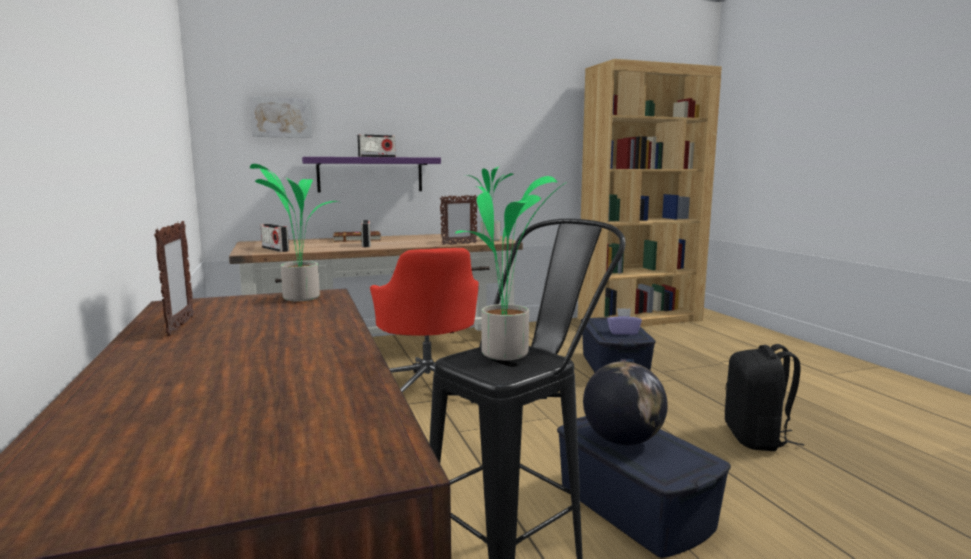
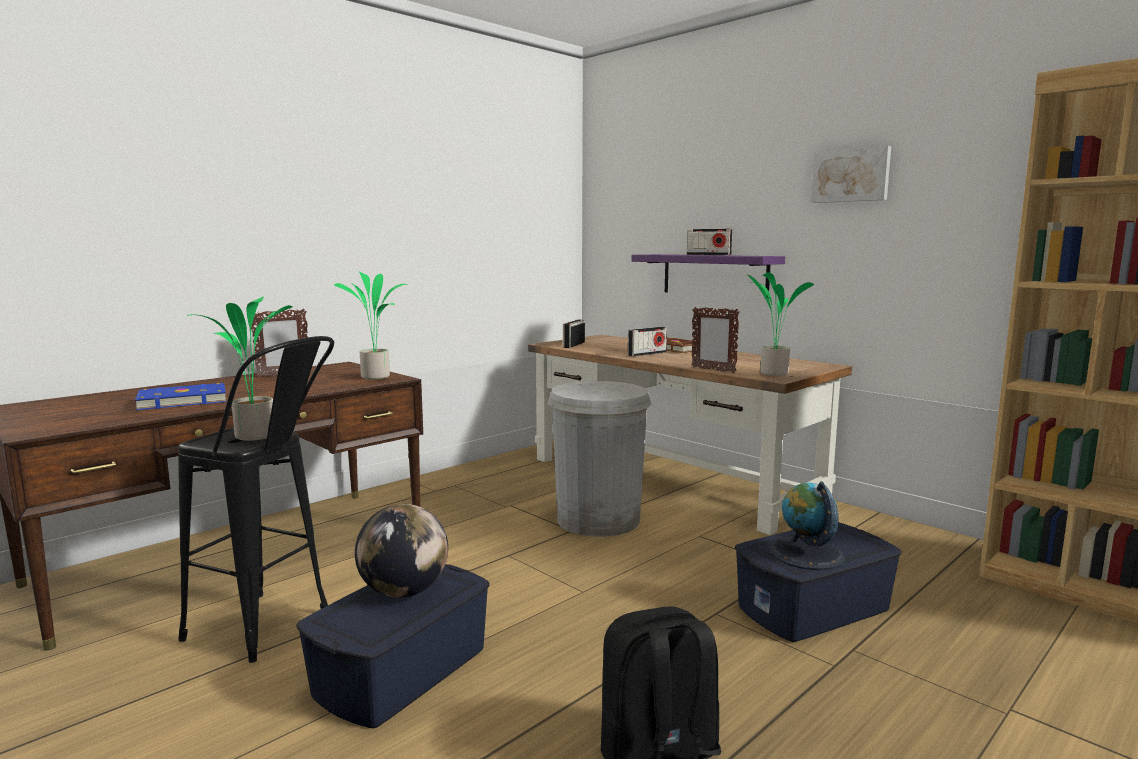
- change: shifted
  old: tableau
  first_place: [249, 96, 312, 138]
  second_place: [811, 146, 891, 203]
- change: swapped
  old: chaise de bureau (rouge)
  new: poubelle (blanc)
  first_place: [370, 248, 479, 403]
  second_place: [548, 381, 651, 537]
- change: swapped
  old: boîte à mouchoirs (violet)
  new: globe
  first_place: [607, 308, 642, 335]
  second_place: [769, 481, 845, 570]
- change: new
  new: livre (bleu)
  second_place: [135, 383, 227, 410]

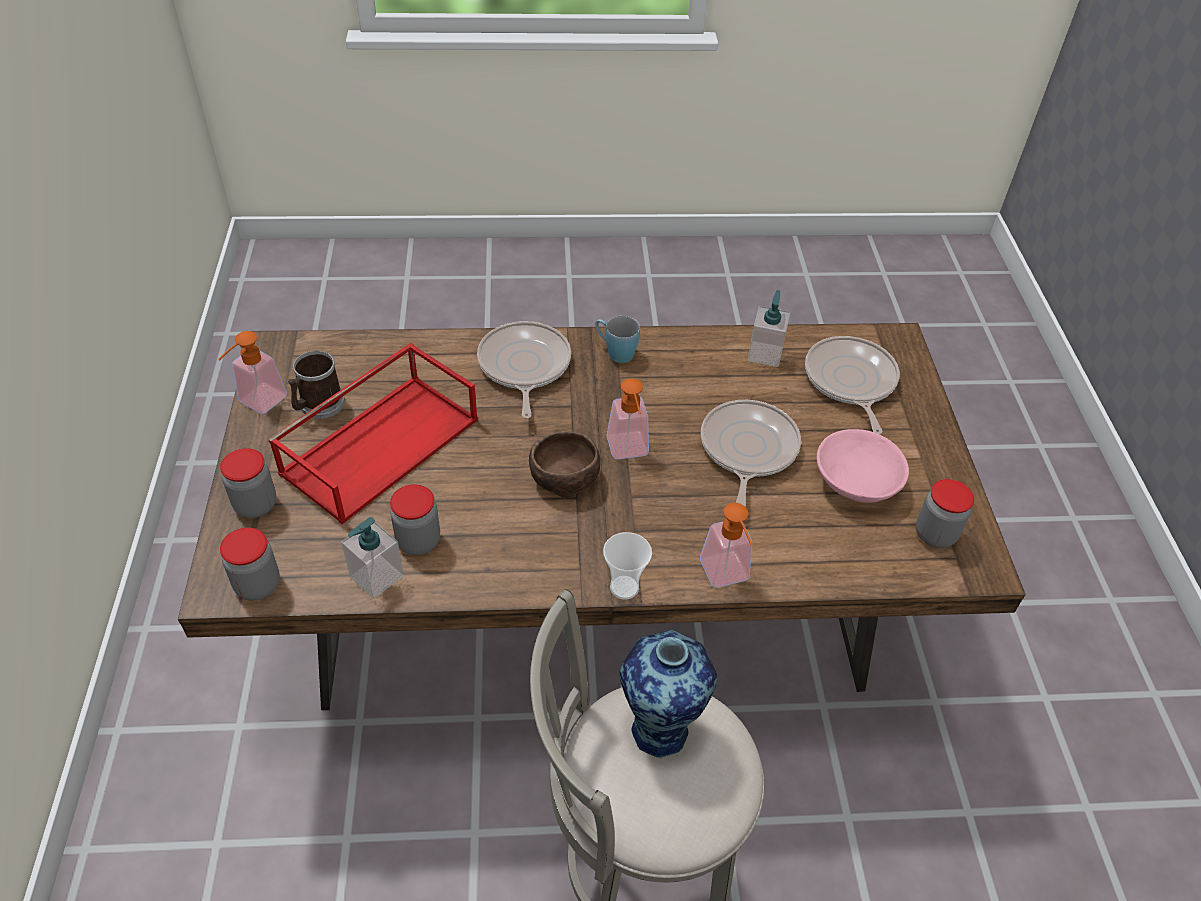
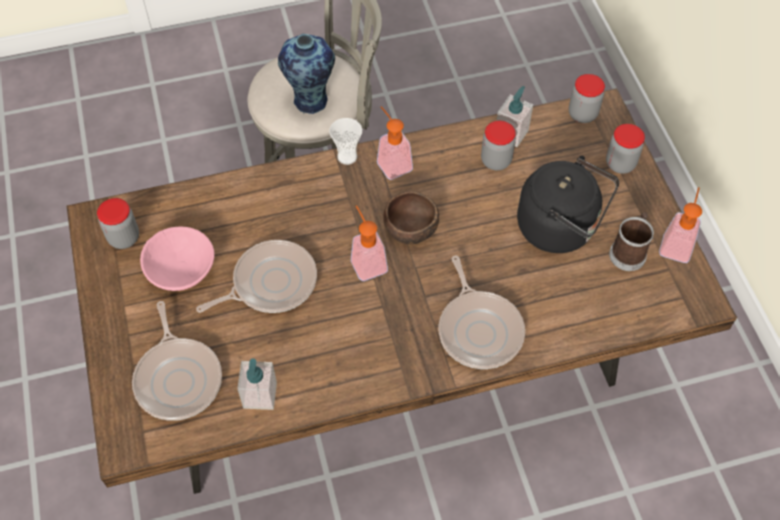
- change: gone
  old: mug (bleu)
  first_place: [595, 316, 640, 363]
- change: swapped
  old: plateau (rouge)
  new: bouilloire (noir)
  first_place: [268, 343, 478, 524]
  second_place: [517, 156, 619, 253]
- change: rotated
  old: poêle
  first_place: [701, 400, 801, 506]
  second_place: [196, 240, 317, 313]
  degrees: -120
- change: shifted
  old: distributeur de savon
  first_place: [700, 503, 753, 588]
  second_place: [377, 106, 413, 180]

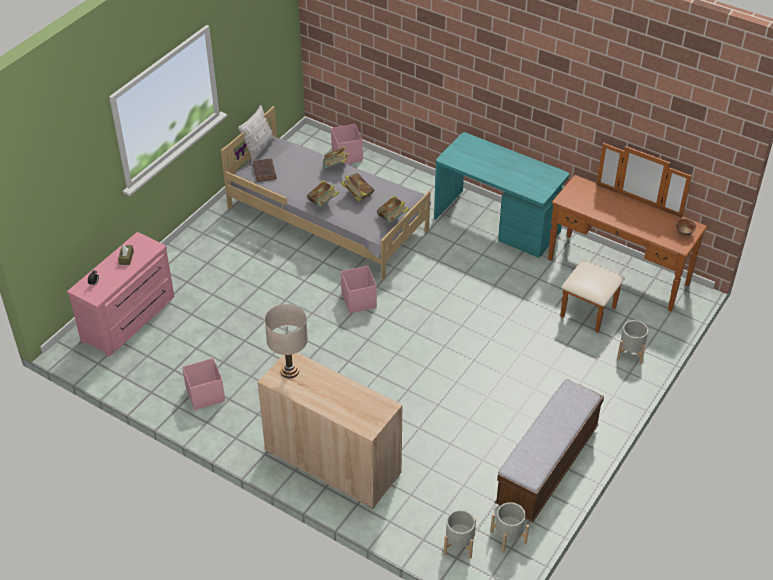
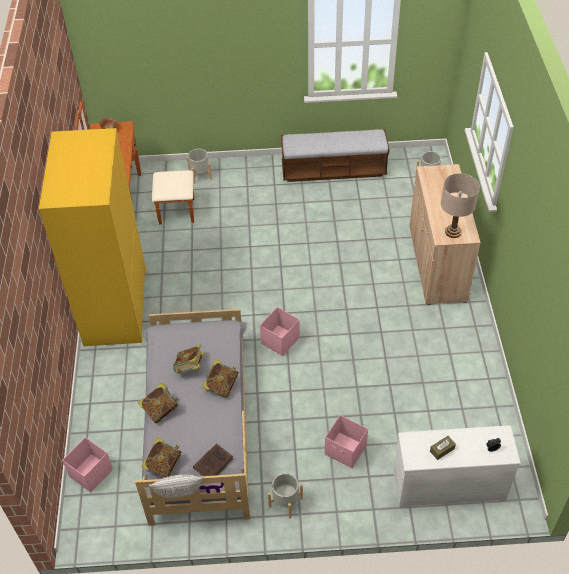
- change: swapped
  old: bureau (turquoise)
  new: armoire (jaune)
  first_place: [434, 132, 569, 258]
  second_place: [39, 128, 146, 346]
- change: shifted
  old: livre
  first_place: [377, 195, 409, 223]
  second_place: [141, 437, 182, 478]
- change: repainted
  old: commode (rose)
  new: commode (blanc)
  first_place: [67, 232, 175, 357]
  second_place: [393, 426, 521, 508]
- change: shifted
  old: boîte de rangement (rose)
  first_place: [182, 358, 225, 410]
  second_place: [325, 415, 368, 468]
- change: shifted
  old: cache-pot (gris)
  first_place: [490, 502, 529, 553]
  second_place: [268, 473, 303, 518]

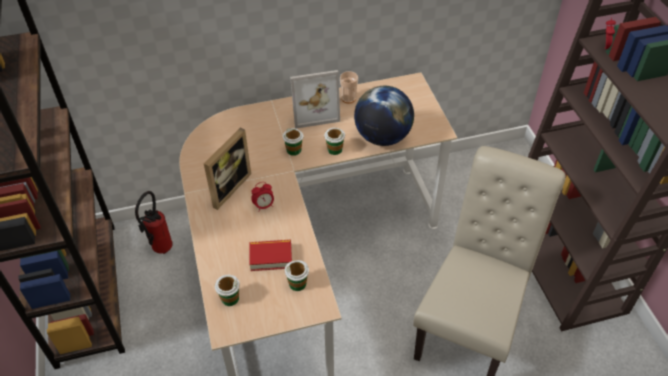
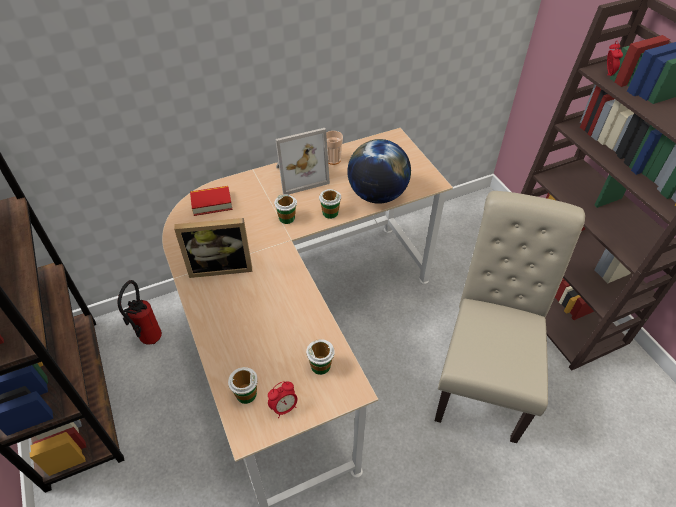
- change: rotated
  old: cadre photo
  first_place: [204, 128, 251, 210]
  second_place: [174, 218, 252, 278]
  degrees: 60
- change: shifted
  old: réveil
  first_place: [251, 182, 274, 212]
  second_place: [268, 381, 298, 418]
- change: shifted
  old: livre
  first_place: [249, 240, 292, 271]
  second_place: [190, 186, 232, 216]

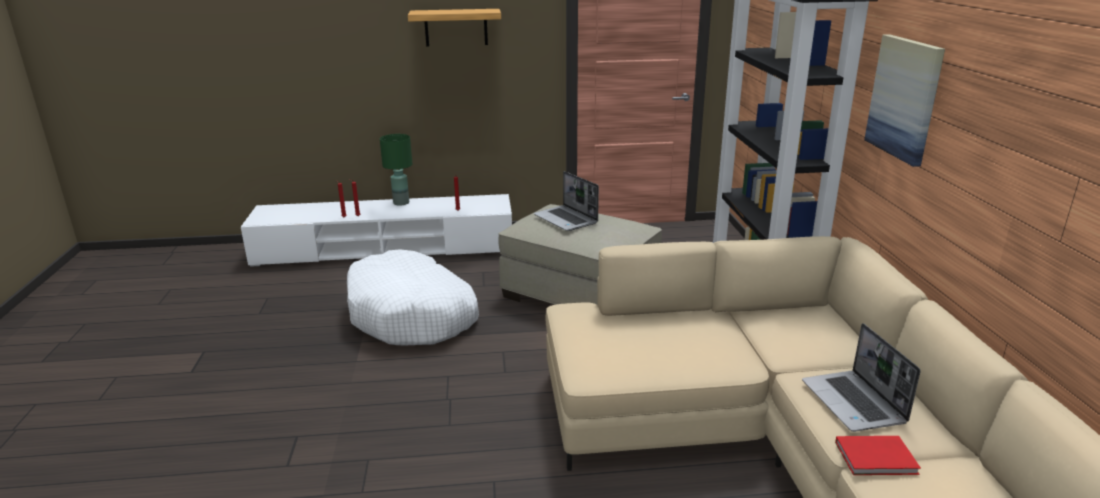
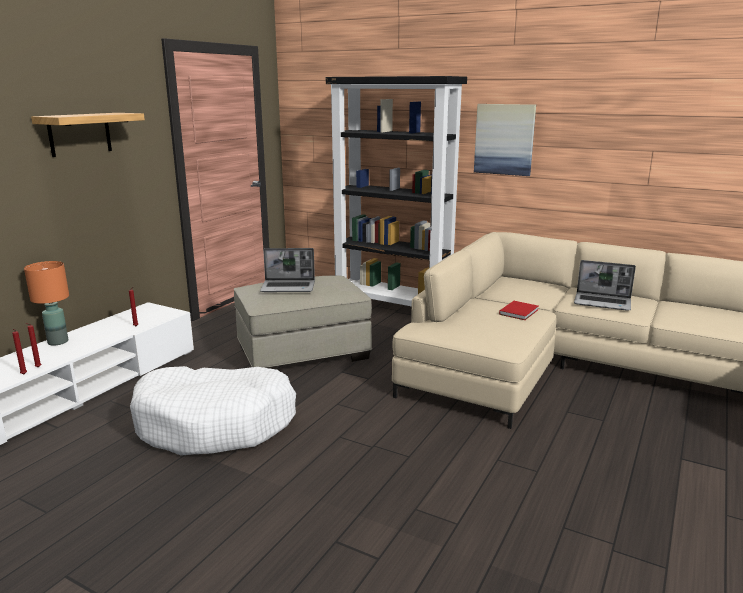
- change: repainted
  old: lampe de table (vert)
  new: lampe de table (orange)
  first_place: [380, 134, 412, 206]
  second_place: [24, 261, 69, 345]
- change: shifted
  old: livre (rouge)
  first_place: [835, 436, 921, 475]
  second_place: [499, 301, 538, 320]

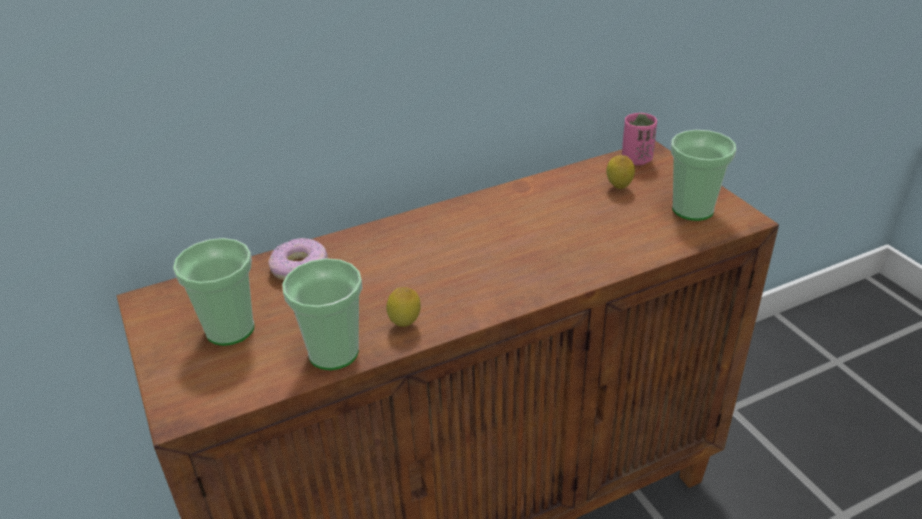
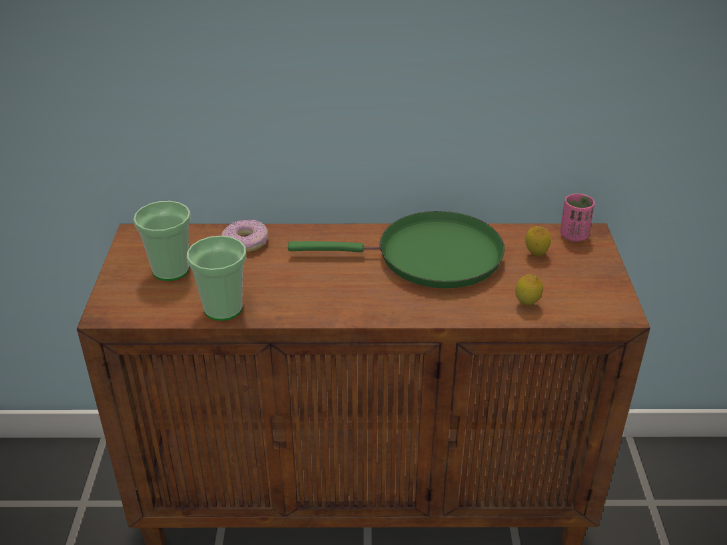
- change: gone
  old: tasse
  first_place: [671, 130, 736, 221]
- change: shifted
  old: citron
  first_place: [386, 287, 421, 327]
  second_place: [515, 274, 543, 305]
- change: new
  new: poêle (vert)
  second_place: [288, 211, 505, 288]

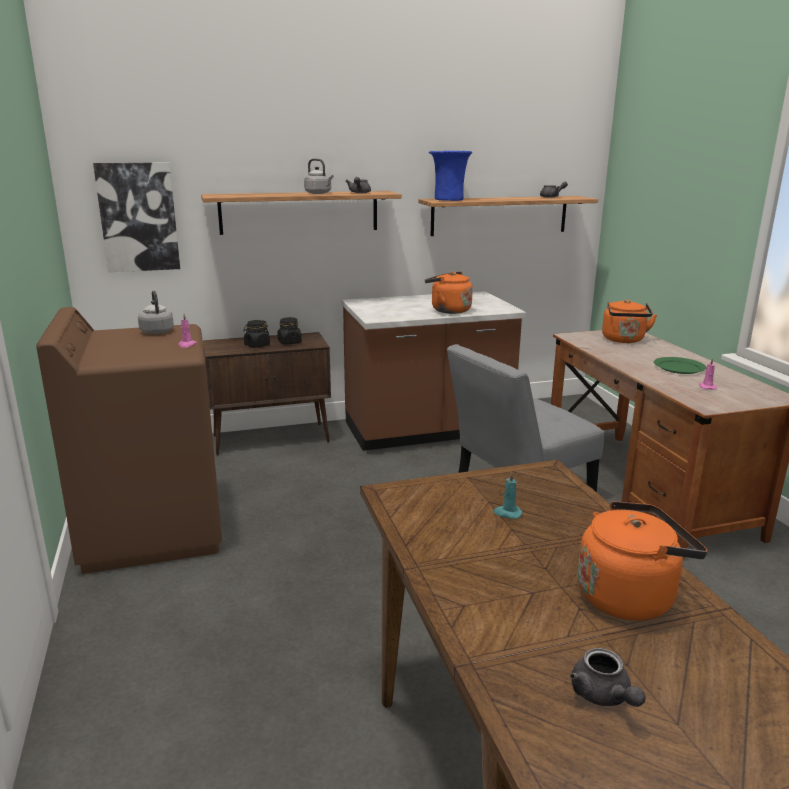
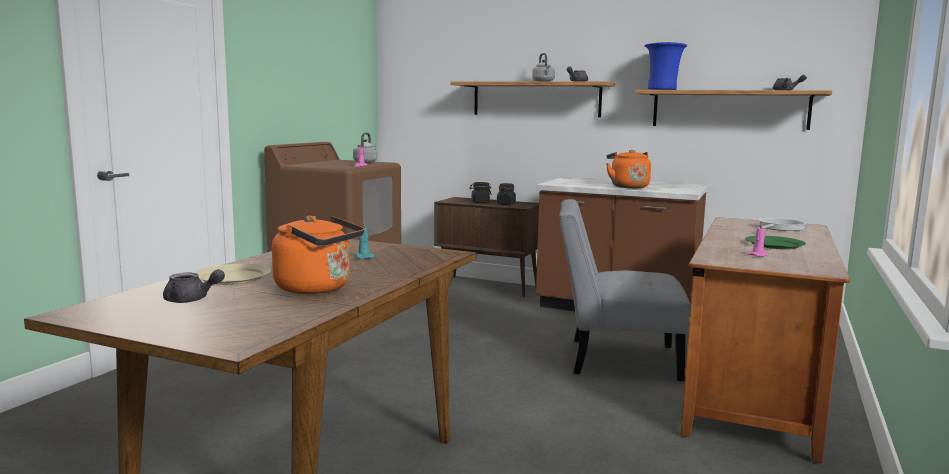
- change: gone
  old: tableau
  first_place: [93, 162, 180, 272]
- change: swapped
  old: bouilloire (orange)
  new: poêle
  first_place: [602, 299, 657, 343]
  second_place: [758, 218, 806, 231]
- change: rotated
  old: théière (gris)
  first_place: [570, 648, 645, 707]
  second_place: [163, 269, 225, 303]
  degrees: -105
- change: new
  new: assiette (beige)
  second_place: [194, 264, 271, 285]

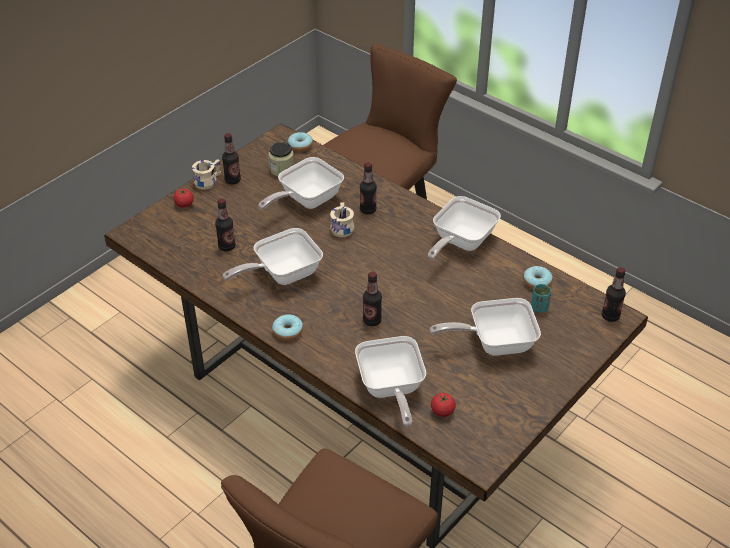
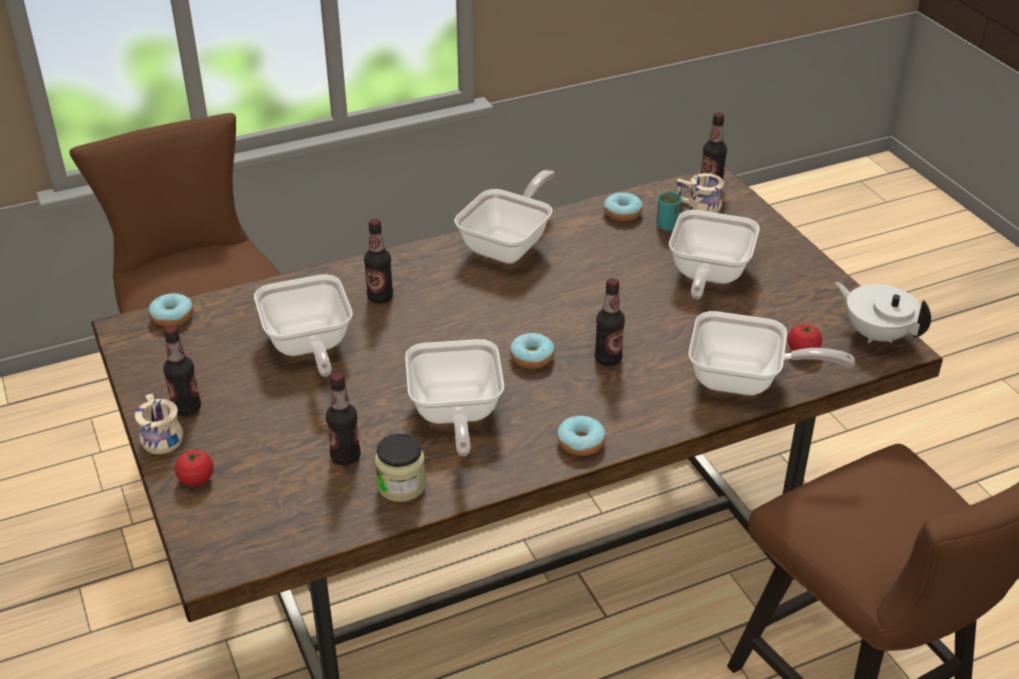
- change: shifted
  old: bocal
  first_place: [268, 142, 294, 176]
  second_place: [375, 434, 426, 502]
- change: rotated
  old: poêle
  first_place: [428, 196, 501, 259]
  second_place: [454, 170, 554, 263]
  degrees: -120
- change: shifted
  old: mug (beige)
  first_place: [330, 203, 354, 237]
  second_place: [676, 173, 724, 213]
- change: new
  new: théière (blanc)
  second_place: [835, 282, 931, 343]
- change: new
  new: beignet
  second_place: [510, 333, 555, 369]

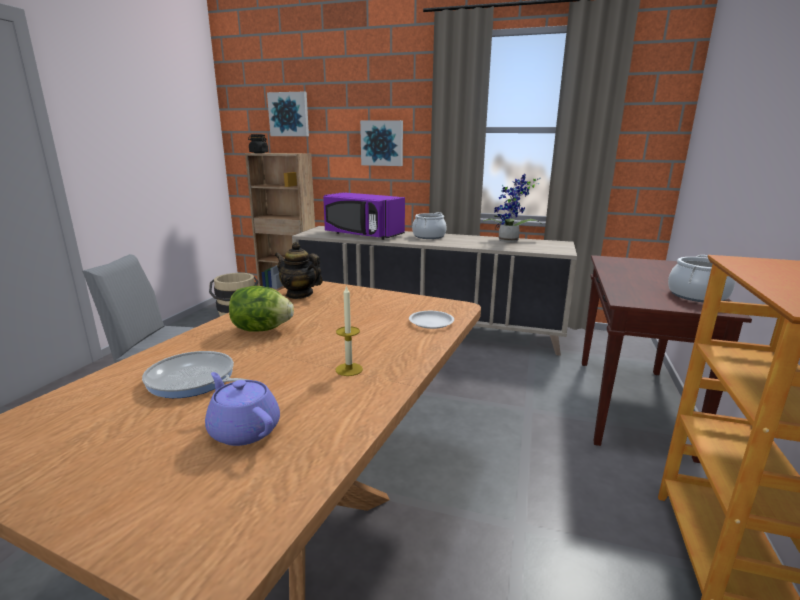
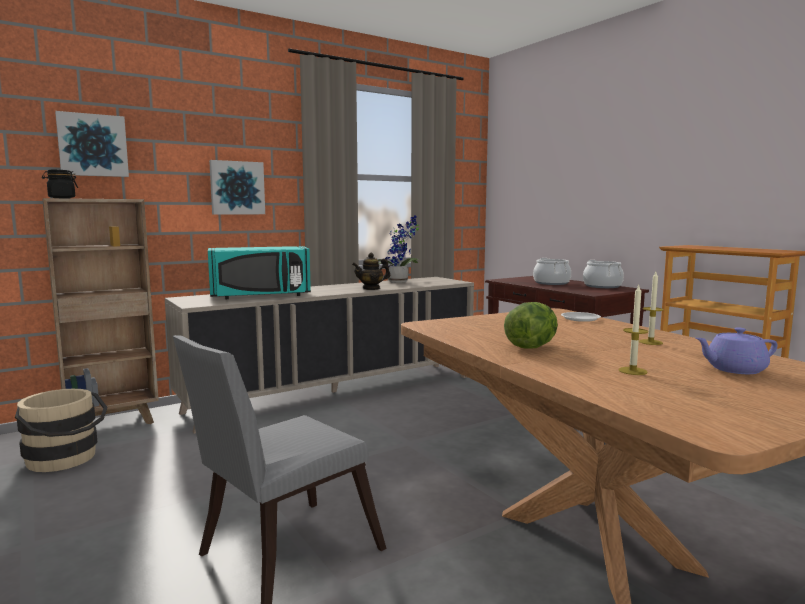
- change: repainted
  old: micro-ondes (violet)
  new: micro-ondes (turquoise)
  first_place: [323, 192, 405, 240]
  second_place: [208, 246, 311, 299]
- change: shifted
  old: marmite
  first_place: [412, 212, 447, 239]
  second_place: [533, 258, 571, 285]
- change: shifted
  old: théière
  first_place: [275, 242, 323, 299]
  second_place: [352, 253, 390, 290]
- change: swapped
  old: poêle
  new: bougie
  first_place: [142, 351, 248, 398]
  second_place: [618, 285, 648, 375]

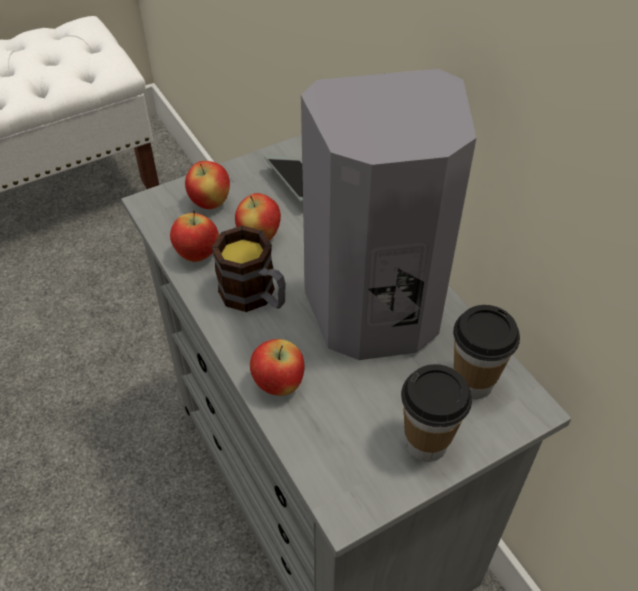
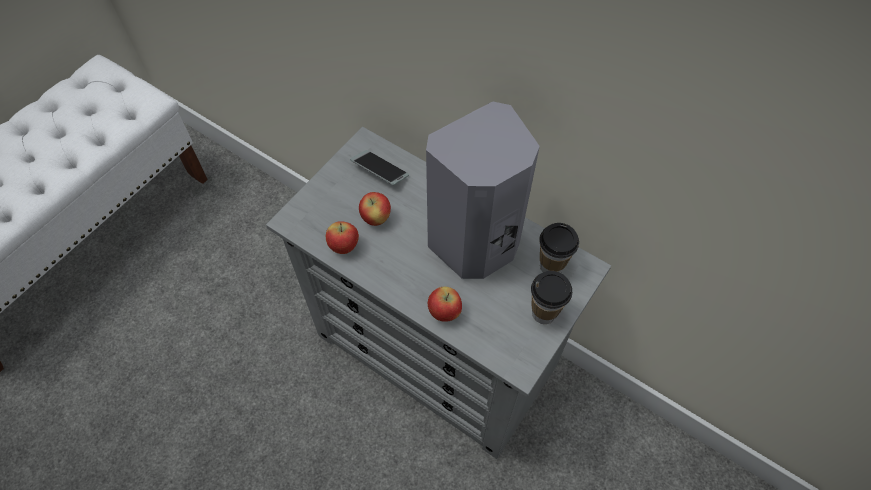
- change: gone
  old: pomme
  first_place: [185, 161, 230, 209]
- change: gone
  old: mug
  first_place: [212, 226, 286, 312]

